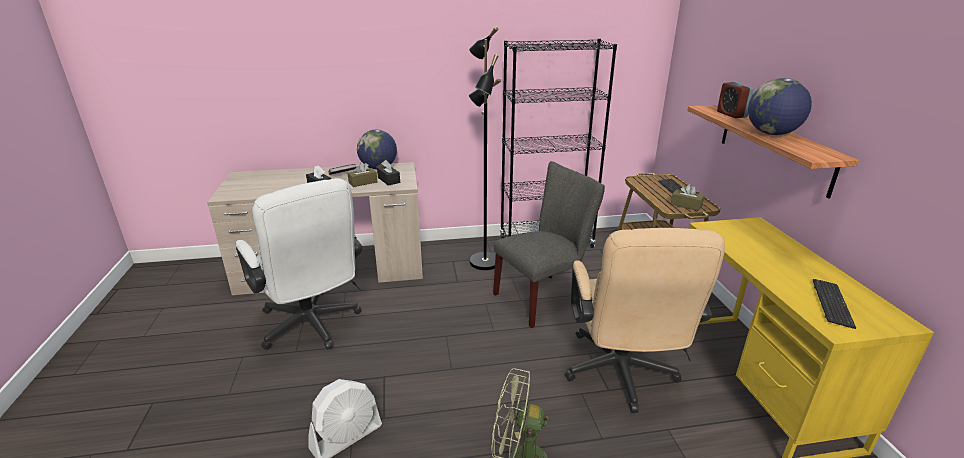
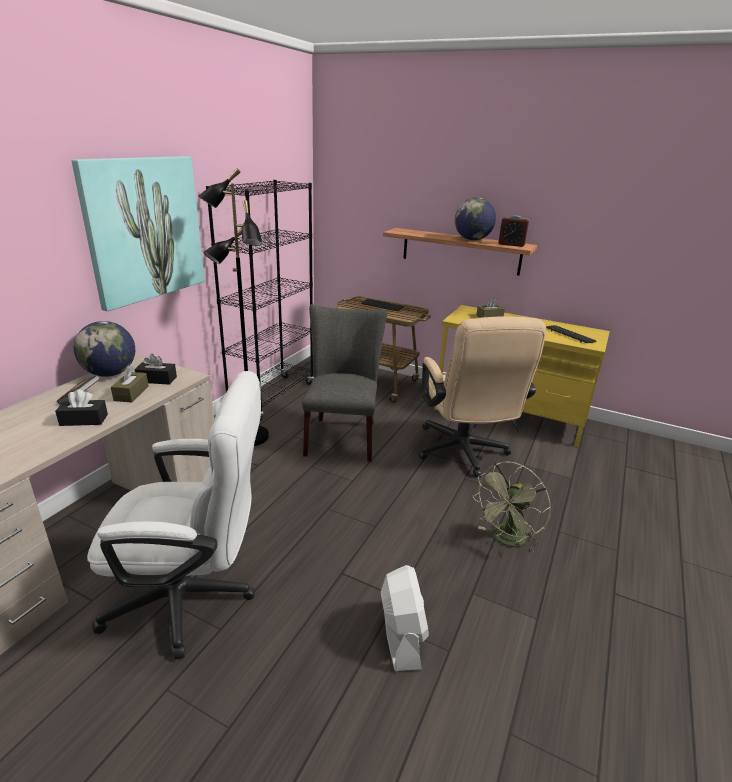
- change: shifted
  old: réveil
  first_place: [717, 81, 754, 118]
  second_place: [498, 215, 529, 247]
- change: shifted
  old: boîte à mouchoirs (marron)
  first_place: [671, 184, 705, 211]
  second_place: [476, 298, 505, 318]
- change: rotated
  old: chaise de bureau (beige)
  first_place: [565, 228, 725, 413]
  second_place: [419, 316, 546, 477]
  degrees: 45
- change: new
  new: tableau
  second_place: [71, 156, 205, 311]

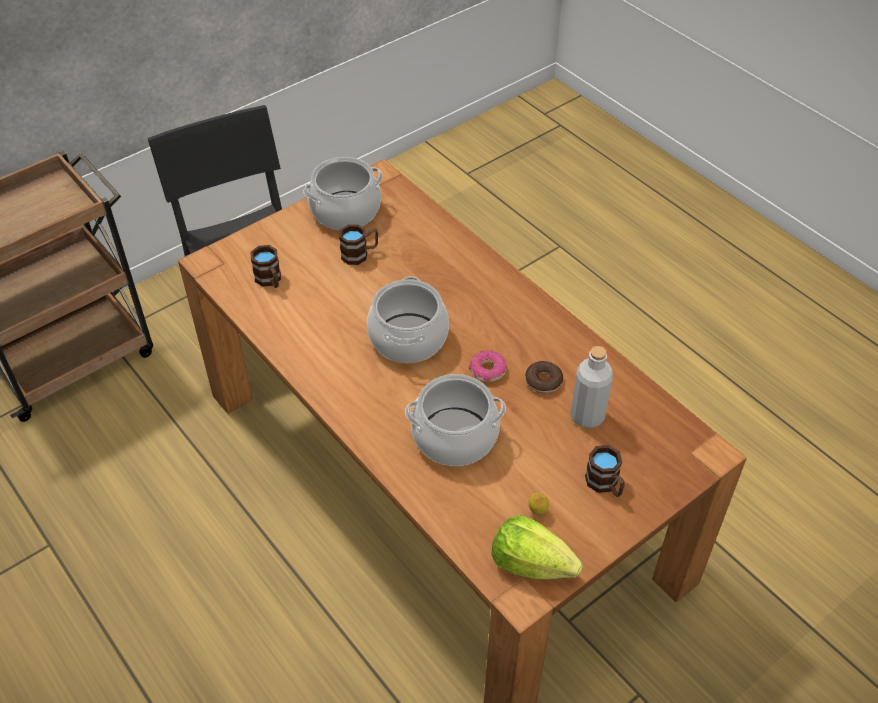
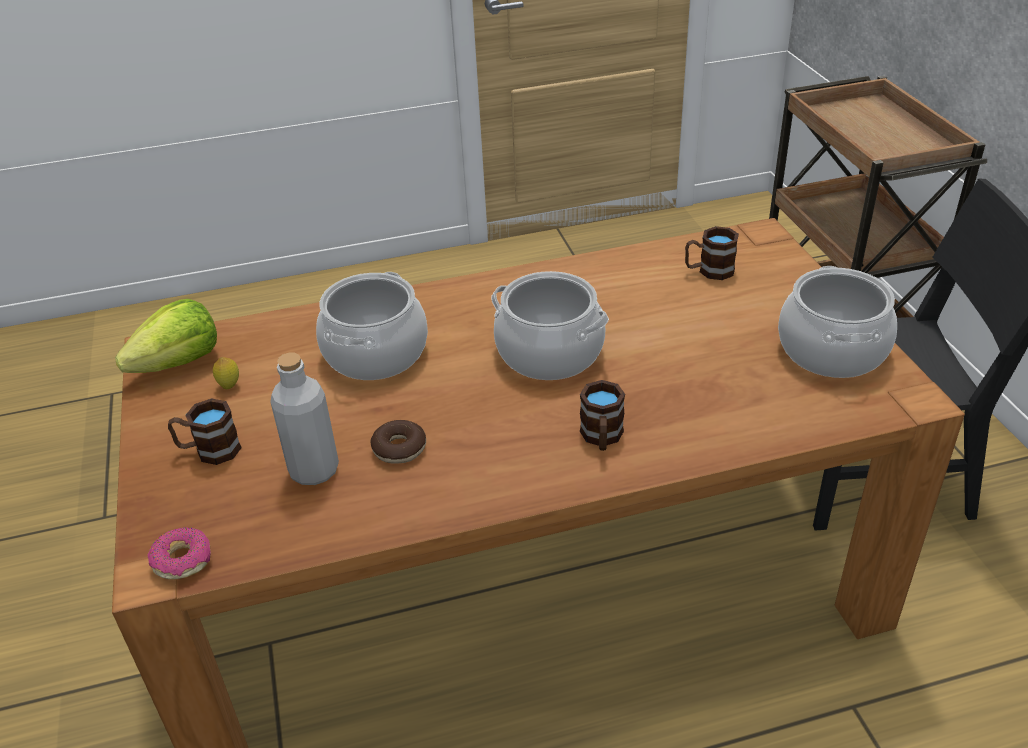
- change: shifted
  old: mug (marron)
  first_place: [339, 224, 378, 265]
  second_place: [580, 380, 625, 451]
- change: shifted
  old: beignet
  first_place: [469, 350, 506, 382]
  second_place: [148, 527, 211, 580]

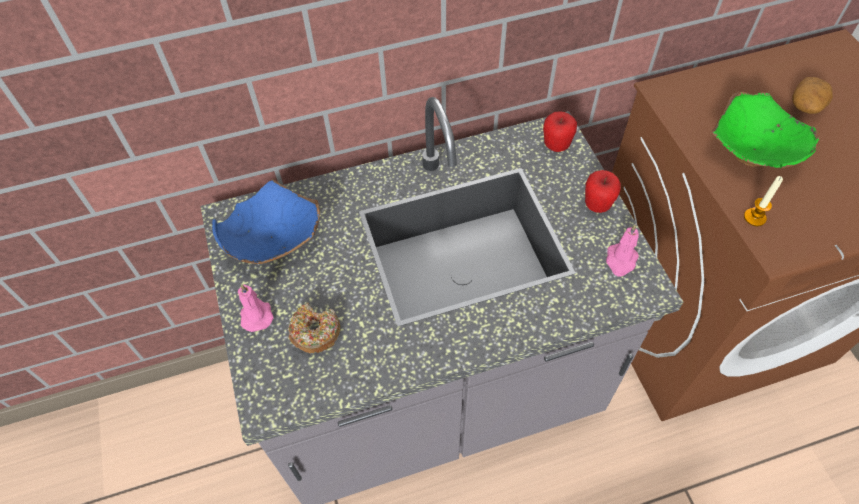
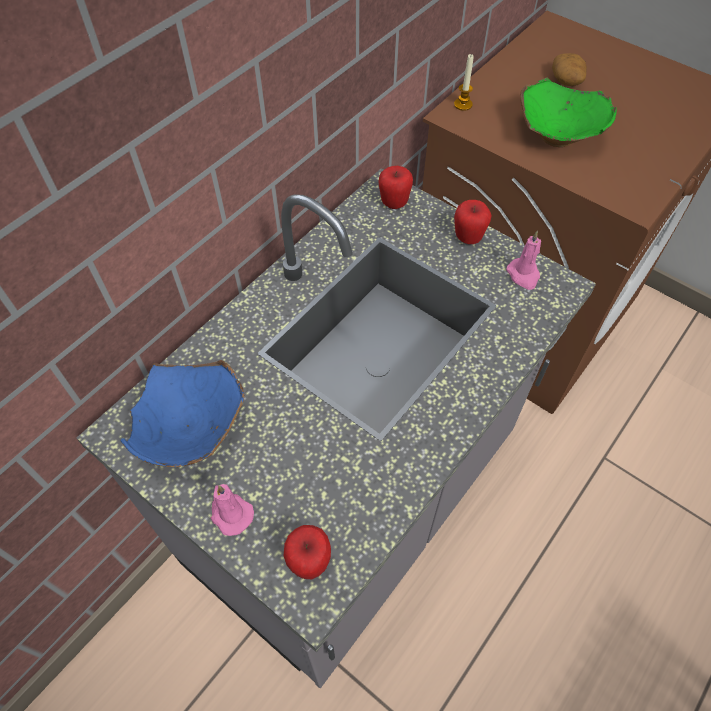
- change: shifted
  old: bougie
  first_place: [744, 176, 783, 226]
  second_place: [454, 54, 474, 111]
- change: gone
  old: beignet
  first_place: [287, 303, 340, 353]
- change: new
  new: pomme
  second_place: [284, 525, 331, 579]

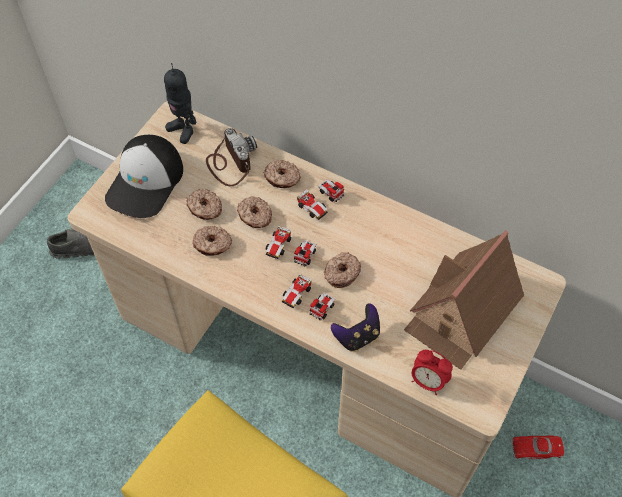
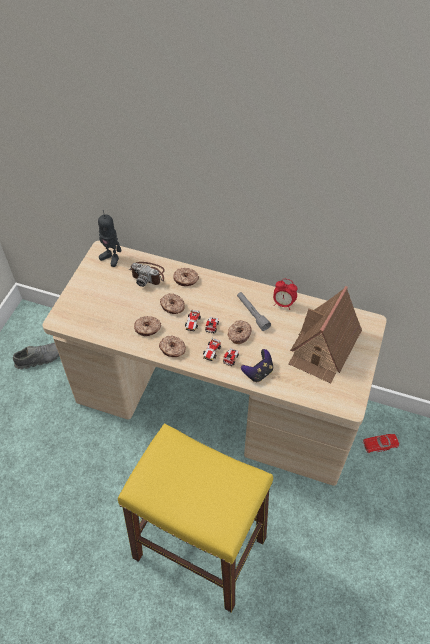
- change: rotated
  old: appareil photo
  first_place: [206, 128, 257, 186]
  second_place: [129, 262, 165, 287]
  degrees: 150
- change: gone
  old: casquette
  first_place: [105, 135, 183, 218]
- change: gone
  old: petite voiture
  first_place: [297, 179, 344, 220]
- change: shifted
  old: beignet
  first_place: [186, 189, 222, 220]
  second_place: [159, 335, 186, 357]
- change: shifted
  old: réveil
  first_place: [412, 350, 453, 395]
  second_place: [273, 279, 298, 310]
- change: new
  new: lampe de poche (gris)
  second_place: [237, 292, 271, 331]

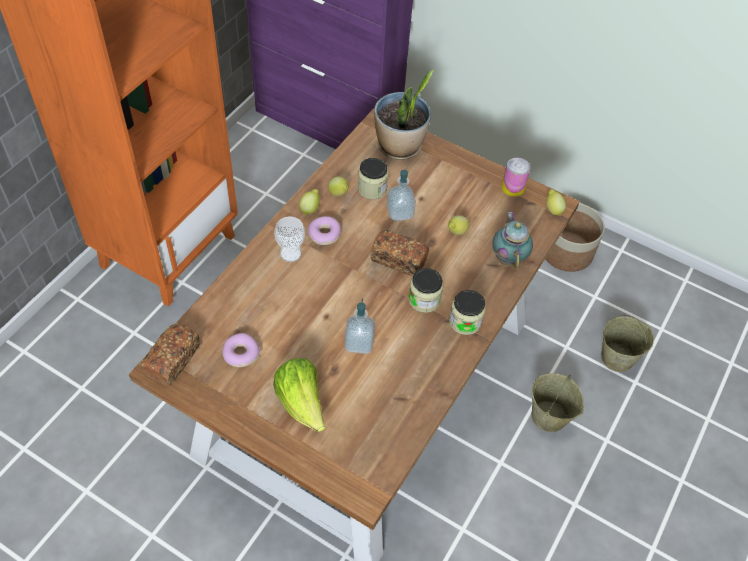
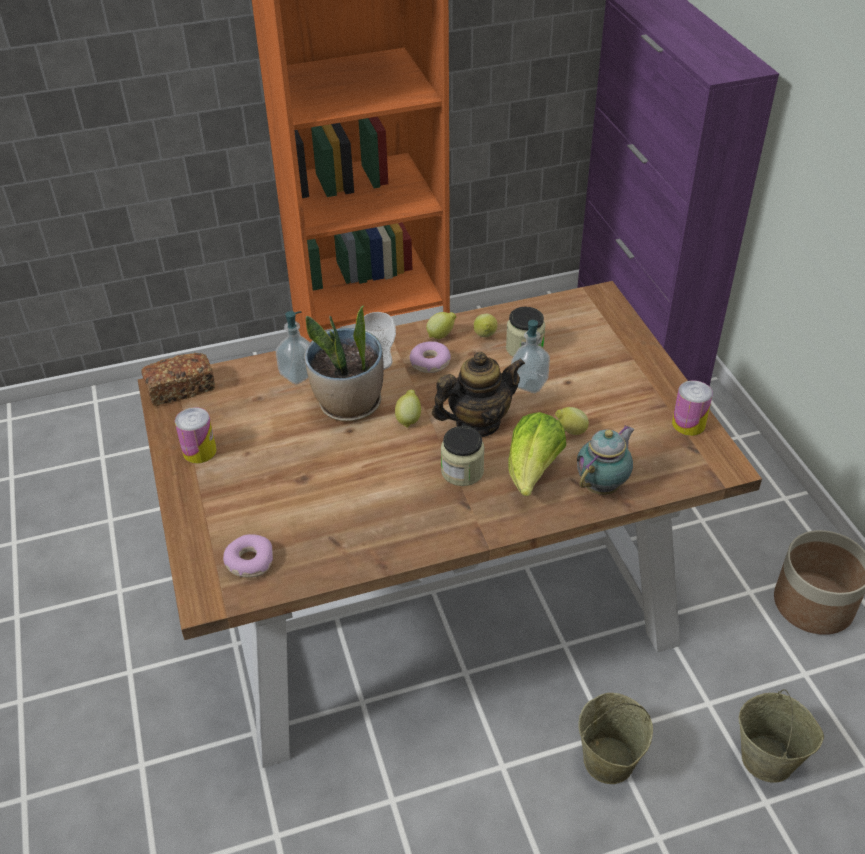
- change: shifted
  old: plante en pot
  first_place: [374, 70, 434, 160]
  second_place: [304, 305, 384, 422]
- change: shifted
  old: citron
  first_place: [546, 189, 566, 216]
  second_place: [395, 390, 421, 428]
- change: swapped
  old: pain
  new: théière
  first_place: [371, 229, 429, 276]
  second_place: [432, 352, 525, 437]
- change: gone
  old: bocal
  first_place: [449, 290, 486, 335]
- change: shifted
  old: distributeur de savon
  first_place: [345, 298, 375, 354]
  second_place: [275, 311, 310, 385]
- change: shifted
  old: beignet
  first_place: [222, 333, 260, 367]
  second_place: [223, 534, 273, 578]
- change: shifted
  old: laitue
  first_place: [273, 358, 325, 432]
  second_place: [508, 412, 566, 496]
- change: new
  new: boîte métallique
  second_place: [175, 407, 217, 463]

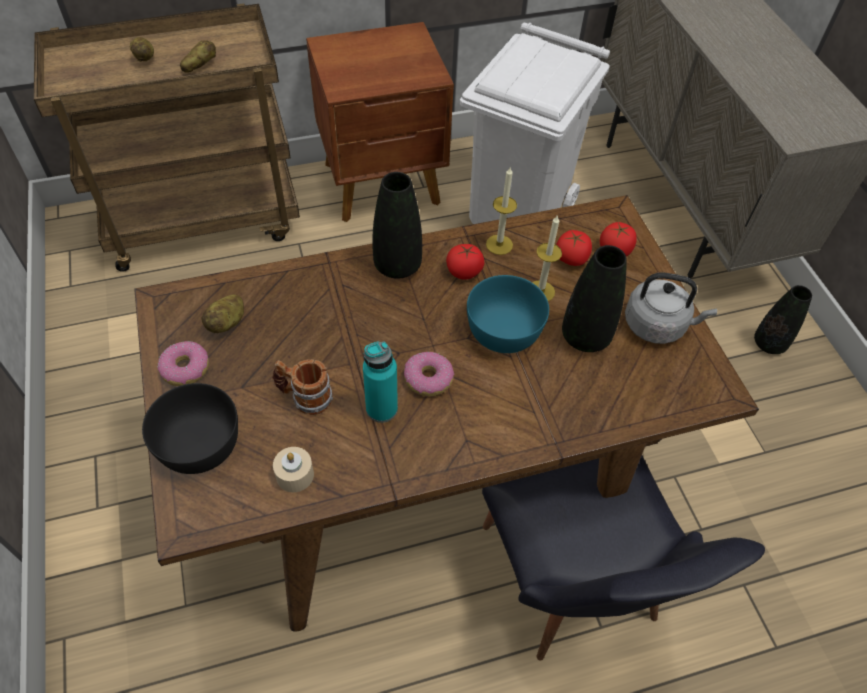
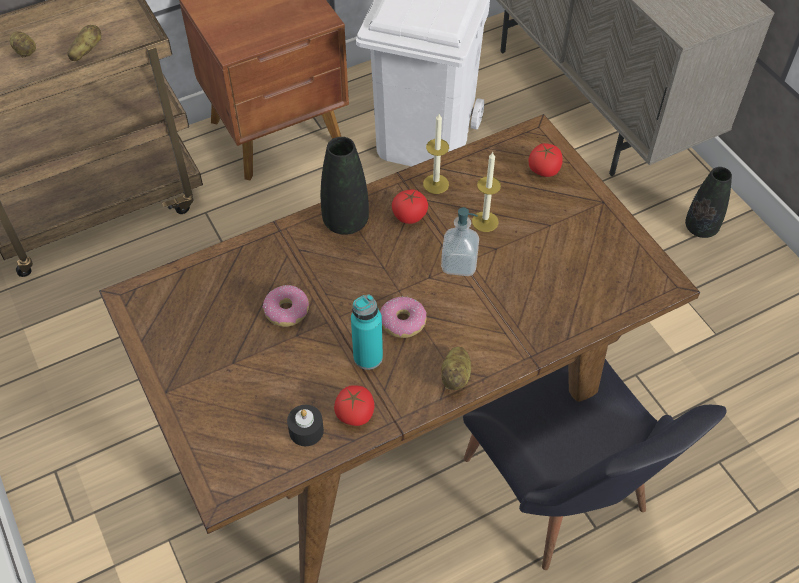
- change: shifted
  old: tomate
  first_place: [556, 230, 592, 266]
  second_place: [334, 385, 374, 426]
- change: gone
  old: vase (noir)
  first_place: [562, 245, 627, 352]
- change: gone
  old: bouilloire (gris)
  first_place: [625, 273, 717, 344]
- change: swapped
  old: bol (turquoise)
  new: distributeur de savon
  first_place: [467, 275, 549, 353]
  second_place: [441, 207, 479, 276]
- change: shifted
  old: pomme de terre
  first_place: [201, 295, 244, 333]
  second_place: [441, 347, 471, 390]
- change: shifted
  old: beignet
  first_place: [158, 341, 209, 386]
  second_place: [263, 285, 309, 327]
- change: gone
  old: mug
  first_place: [272, 359, 333, 415]
- change: gone
  old: bol (noir)
  first_place: [142, 383, 238, 474]
- change: repainted
  old: bougie (beige)
  new: bougie (noir)
  first_place: [273, 447, 314, 492]
  second_place: [287, 405, 324, 446]

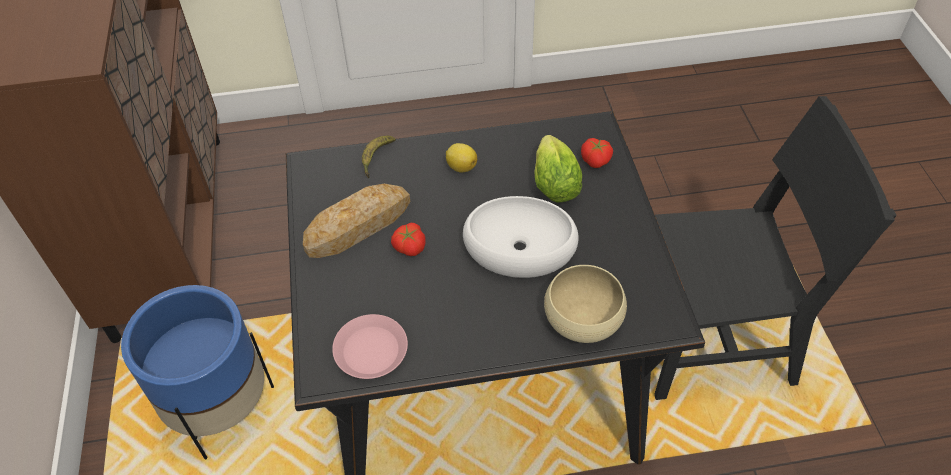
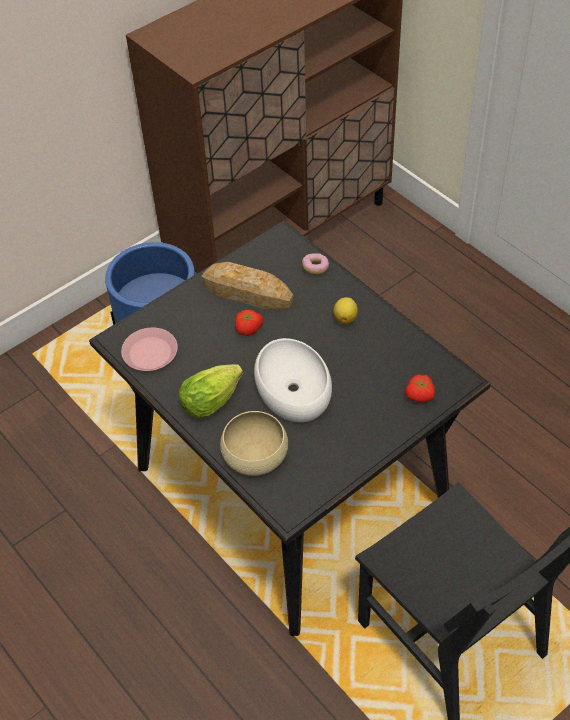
- change: swapped
  old: banane
  new: beignet
  first_place: [362, 135, 396, 178]
  second_place: [302, 253, 329, 275]
- change: shifted
  old: laitue
  first_place: [534, 135, 582, 202]
  second_place: [179, 364, 243, 418]

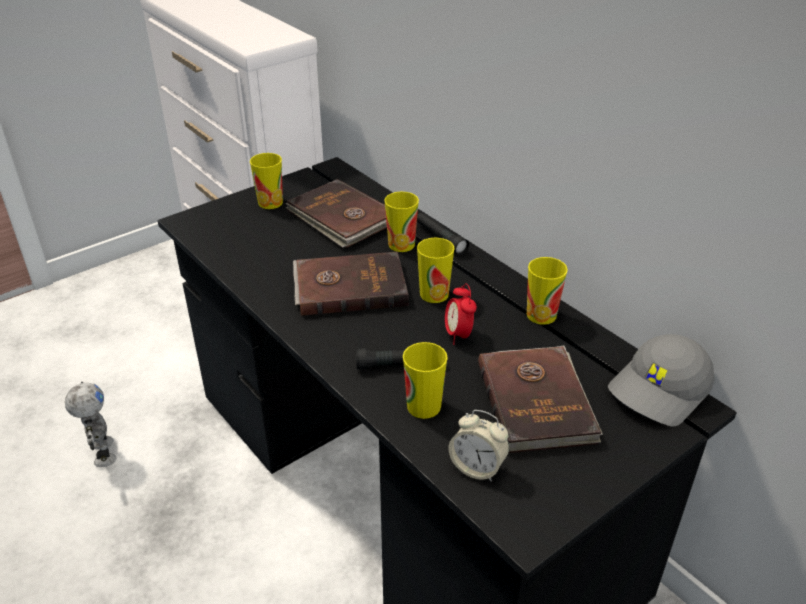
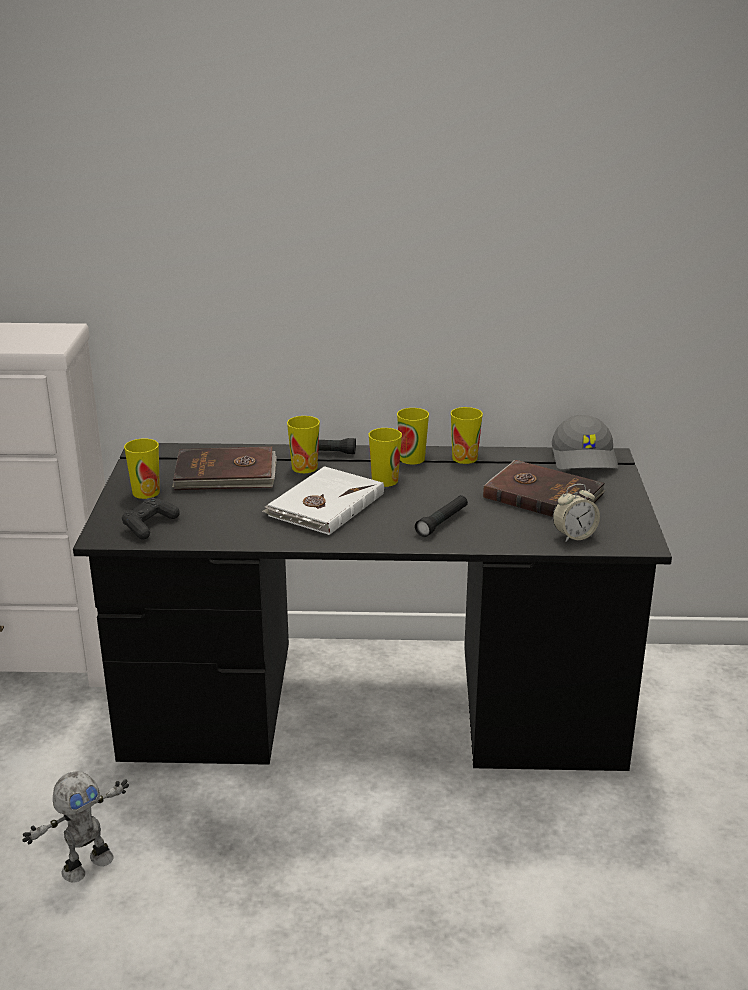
- change: repainted
  old: livre (marron)
  new: livre (blanc)
  first_place: [293, 252, 409, 316]
  second_place: [262, 466, 384, 535]
- change: gone
  old: réveil
  first_place: [445, 283, 477, 345]
- change: shifted
  old: tasse
  first_place: [403, 342, 448, 419]
  second_place: [397, 408, 429, 464]
- change: rotated
  old: robot jouet
  first_place: [65, 382, 117, 467]
  second_place: [22, 771, 129, 883]
  degrees: 120
- change: new
  new: manette (noir)
  second_place: [122, 498, 180, 539]

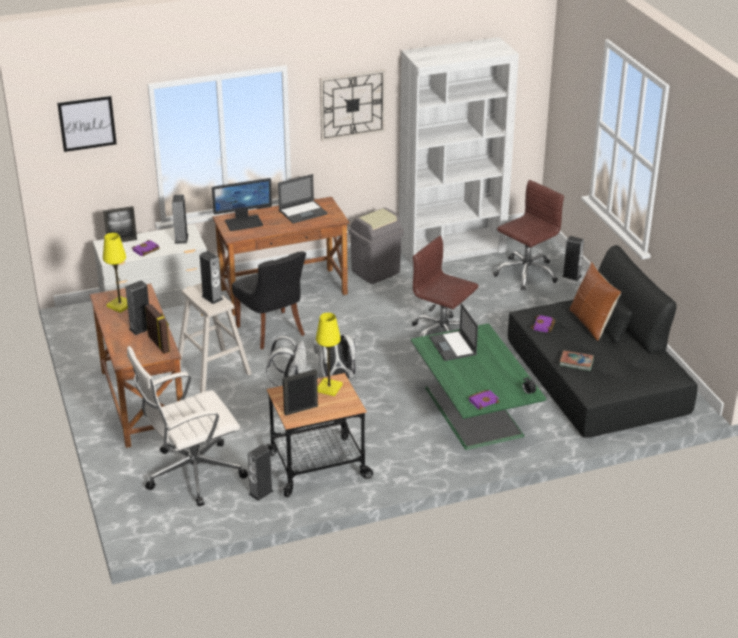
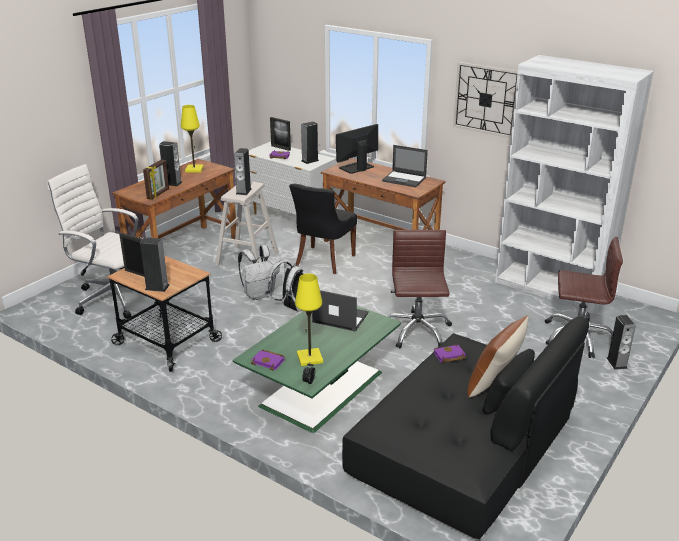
- change: gone
  old: tableau
  first_place: [57, 96, 117, 152]
- change: rotated
  old: écran d'ordinateur
  first_place: [212, 178, 272, 231]
  second_place: [336, 124, 378, 174]
  degrees: 105
- change: gone
  old: poubelle (gris)
  first_place: [348, 208, 404, 284]
- change: rotated
  old: ordinateur portable
  first_place: [429, 303, 478, 361]
  second_place: [312, 290, 369, 332]
  degrees: 75
- change: shifted
  old: lampe de table (jaune)
  first_place: [316, 313, 343, 396]
  second_place: [295, 273, 323, 366]
- change: gone
  old: livre
  first_place: [559, 350, 594, 371]
- change: shifted
  old: enceinte
  first_place: [248, 445, 273, 501]
  second_place: [140, 237, 170, 292]

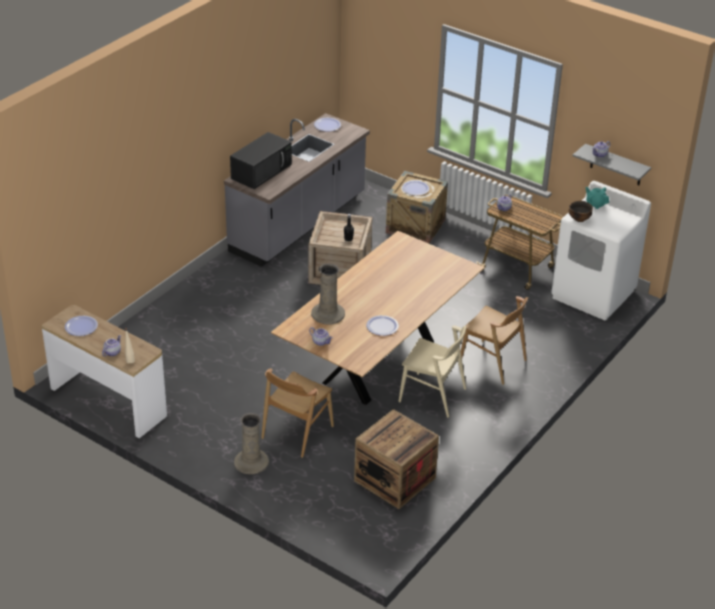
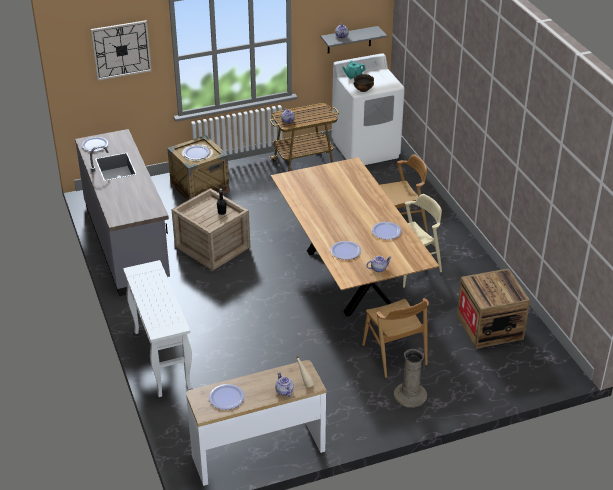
- change: gone
  old: micro-ondes (noir)
  first_place: [230, 132, 292, 189]
- change: swapped
  old: vase (beige)
  new: assiette
  first_place: [311, 264, 345, 325]
  second_place: [331, 241, 361, 260]
- change: new
  new: horloge murale
  second_place: [91, 20, 152, 81]
- change: new
  new: table console (blanc)
  second_place: [123, 260, 192, 397]

